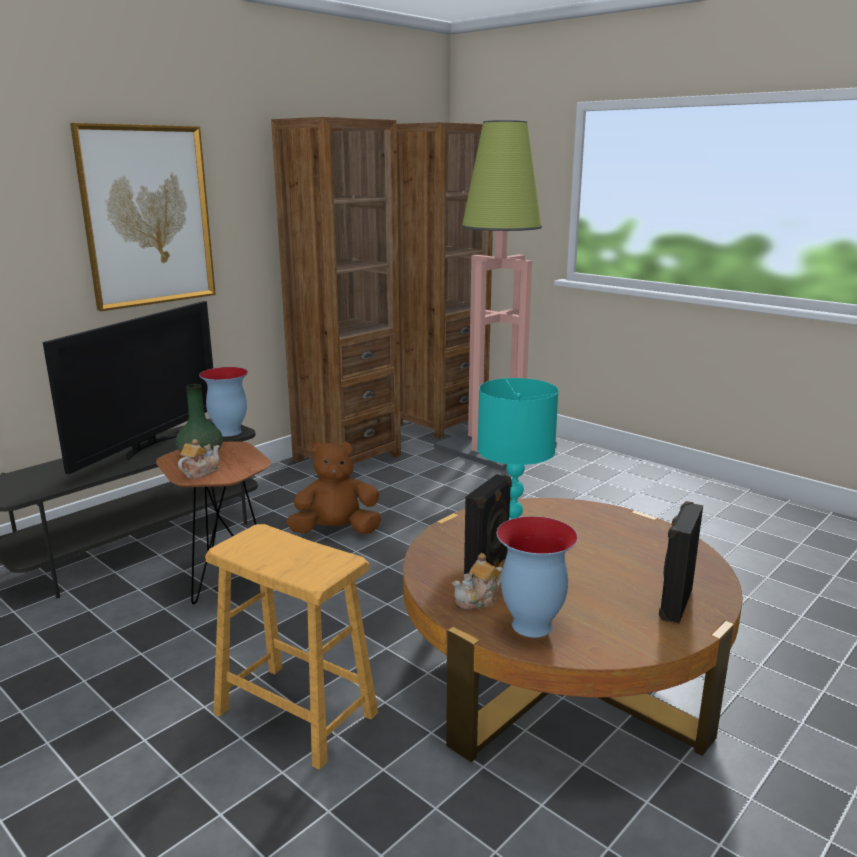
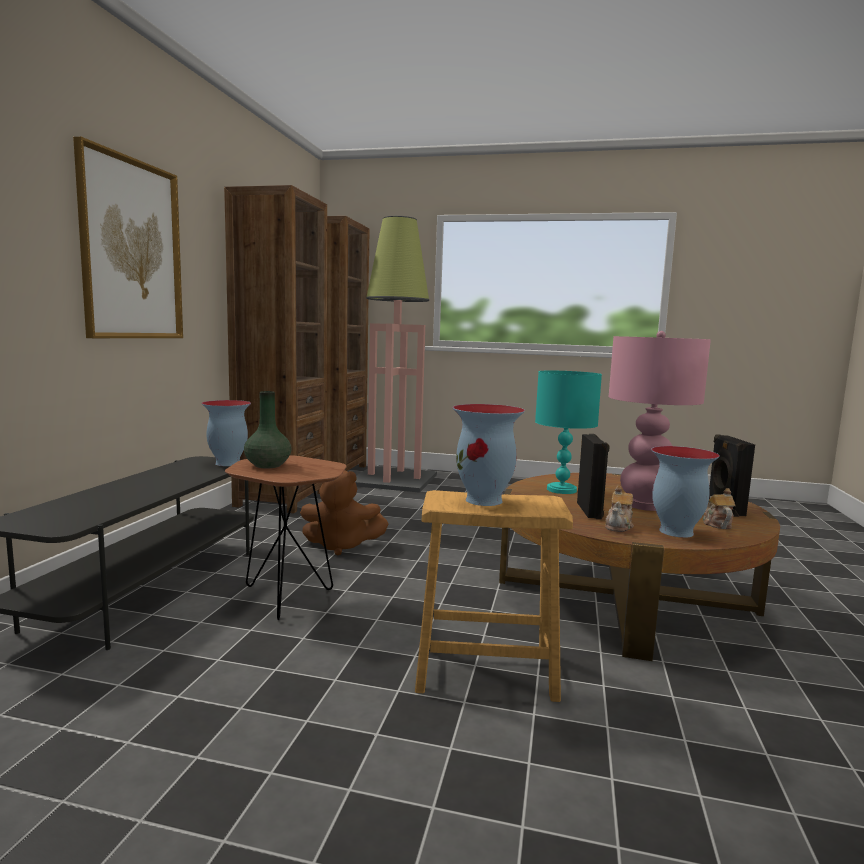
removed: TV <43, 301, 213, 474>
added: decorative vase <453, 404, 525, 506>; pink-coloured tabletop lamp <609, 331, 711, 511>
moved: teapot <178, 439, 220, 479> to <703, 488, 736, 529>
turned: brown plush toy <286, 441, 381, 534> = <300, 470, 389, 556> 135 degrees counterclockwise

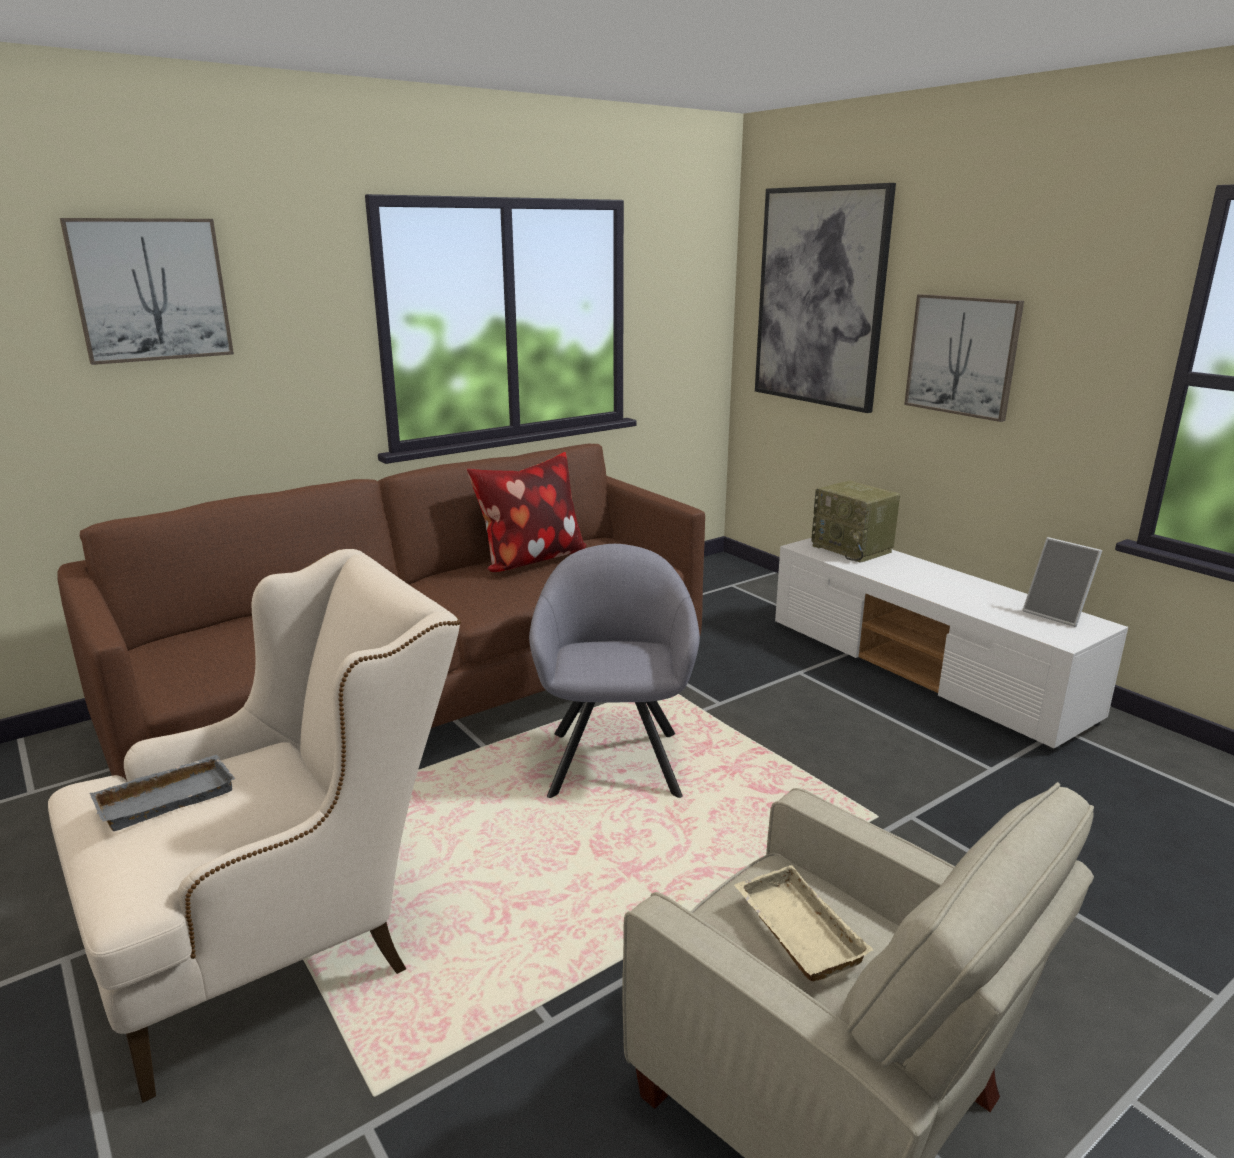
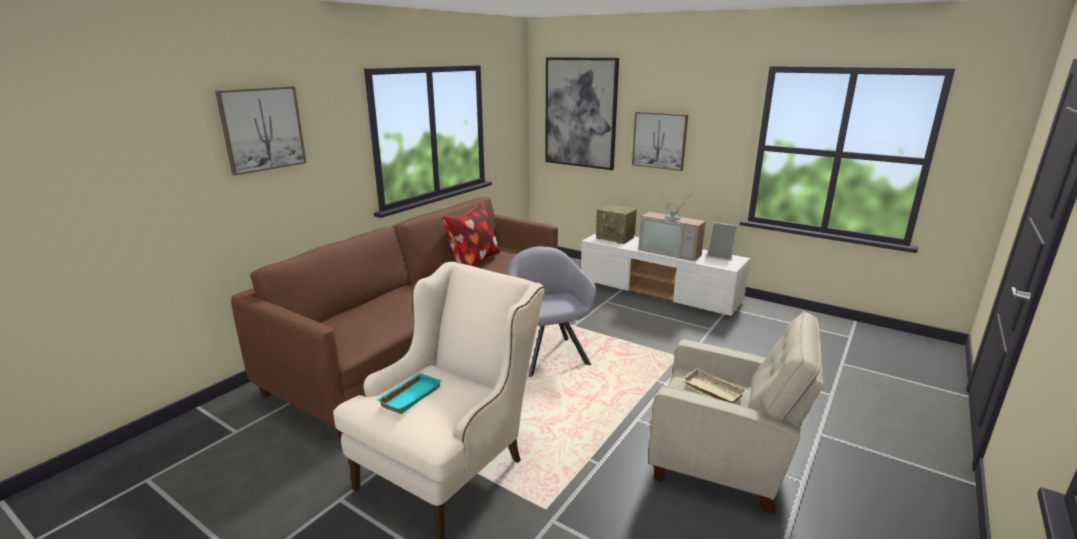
added: TV <639, 186, 705, 261>
recoloured: gray carrying tray <89, 755, 235, 831> to turquoise-coloured carrying tray <377, 373, 442, 414>

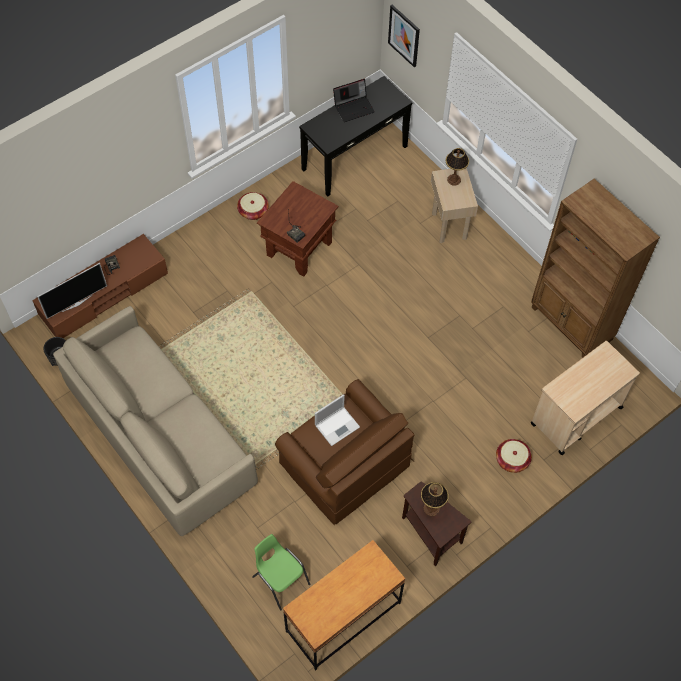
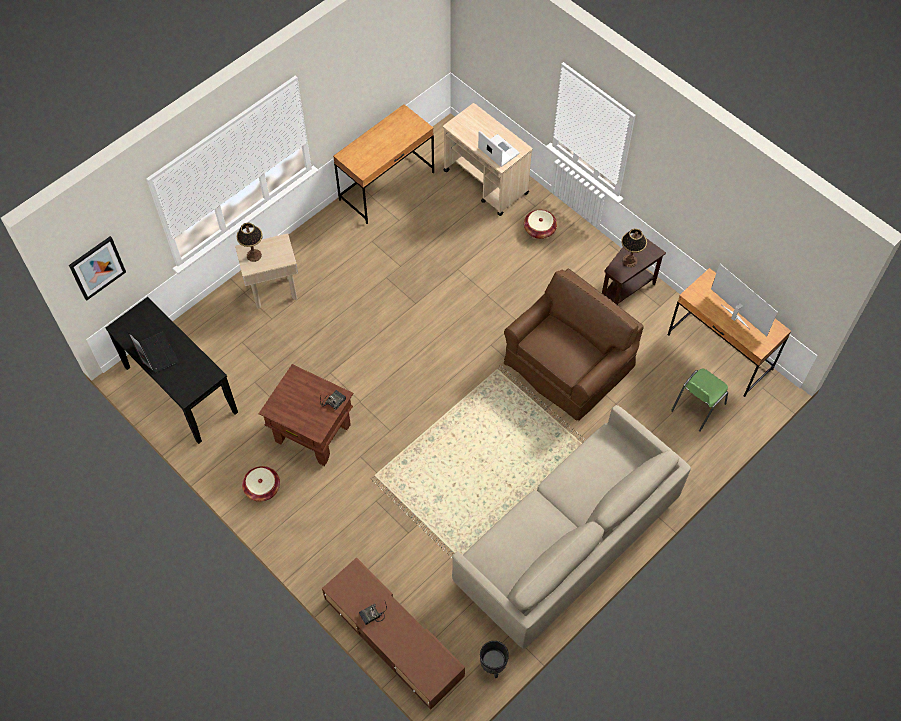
moved: laptop <315, 394, 360, 446> to <478, 131, 520, 167>; TV <37, 263, 107, 319> to <711, 264, 778, 337>
replaced: brown bookshelf <531, 179, 660, 358> to brown desk <333, 104, 434, 224>

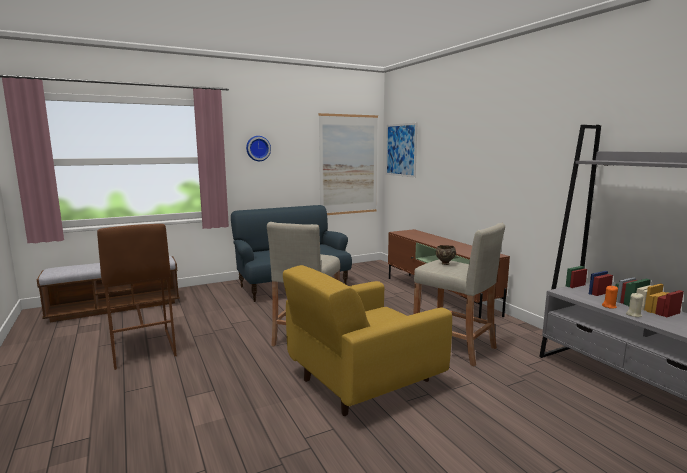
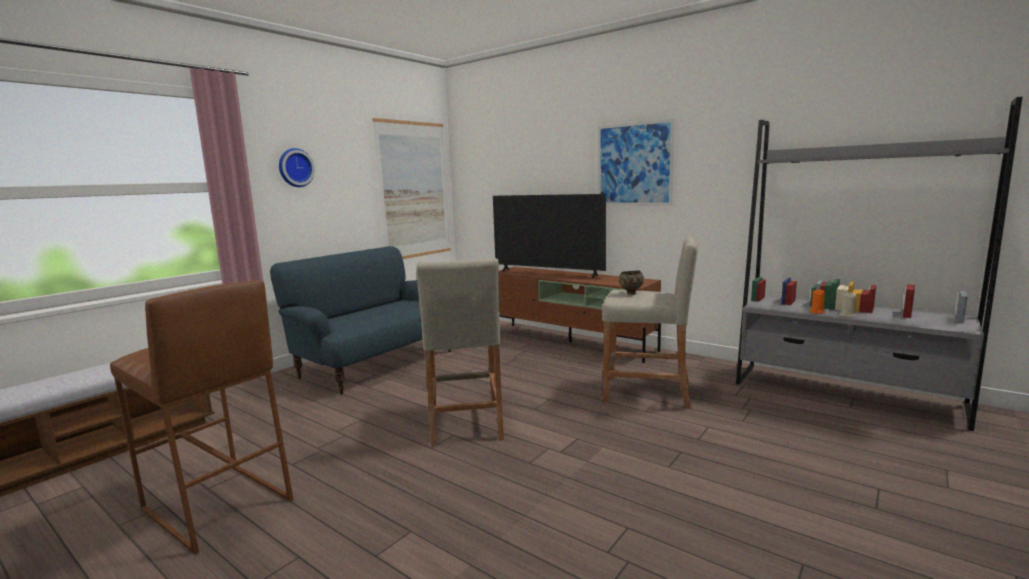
removed: yellow armchair <283, 265, 452, 416>
added: TV <493, 194, 606, 278>
moved: wall picture <386, 123, 417, 178> to <598, 118, 675, 206>

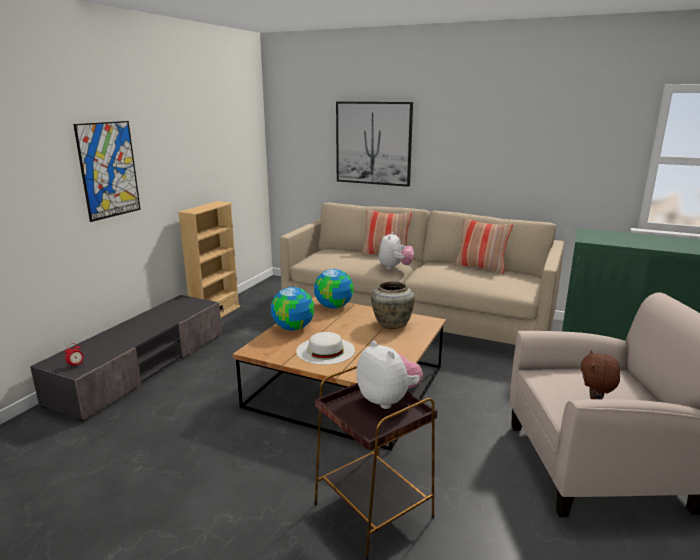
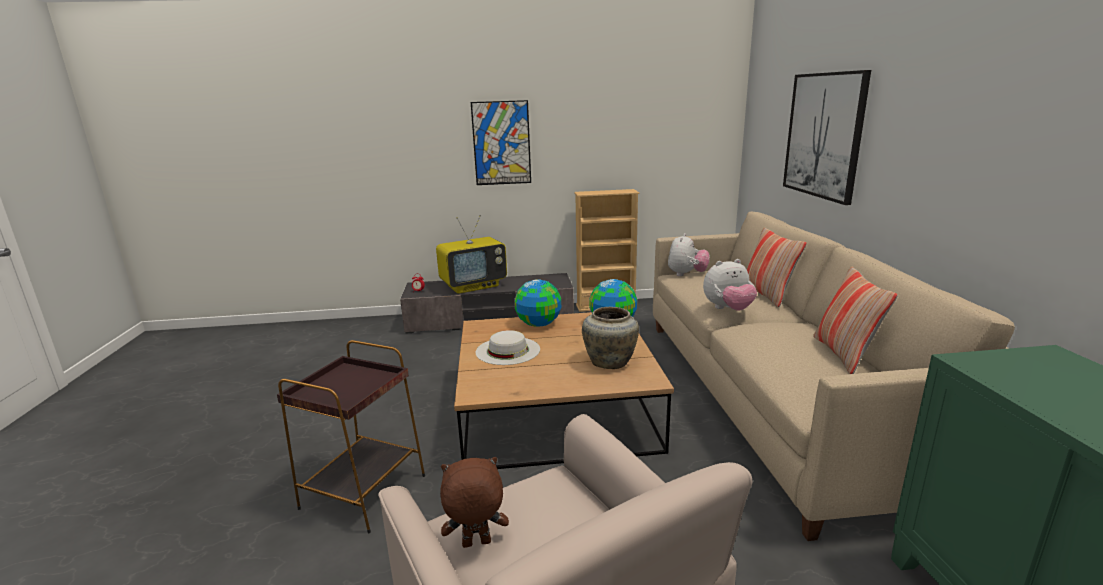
added: TV <436, 215, 507, 294>
moved: plush toy <356, 341, 423, 409> to <668, 233, 710, 276>

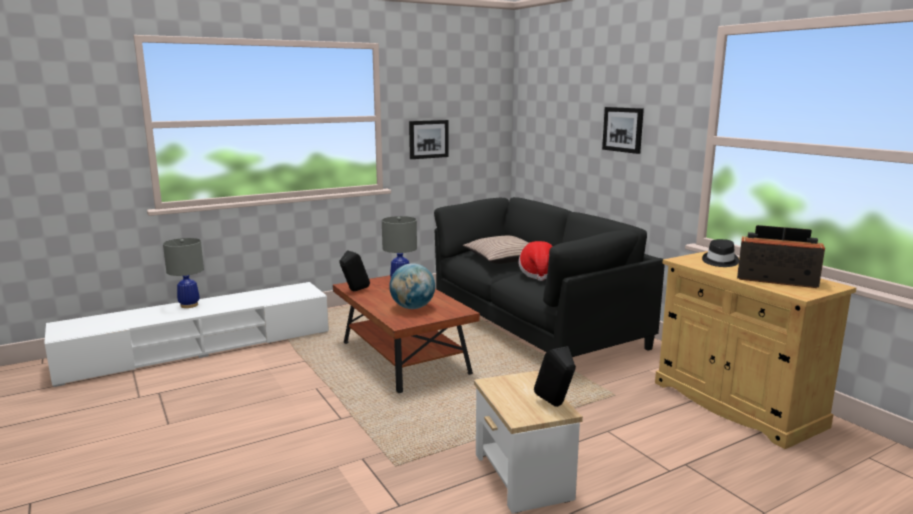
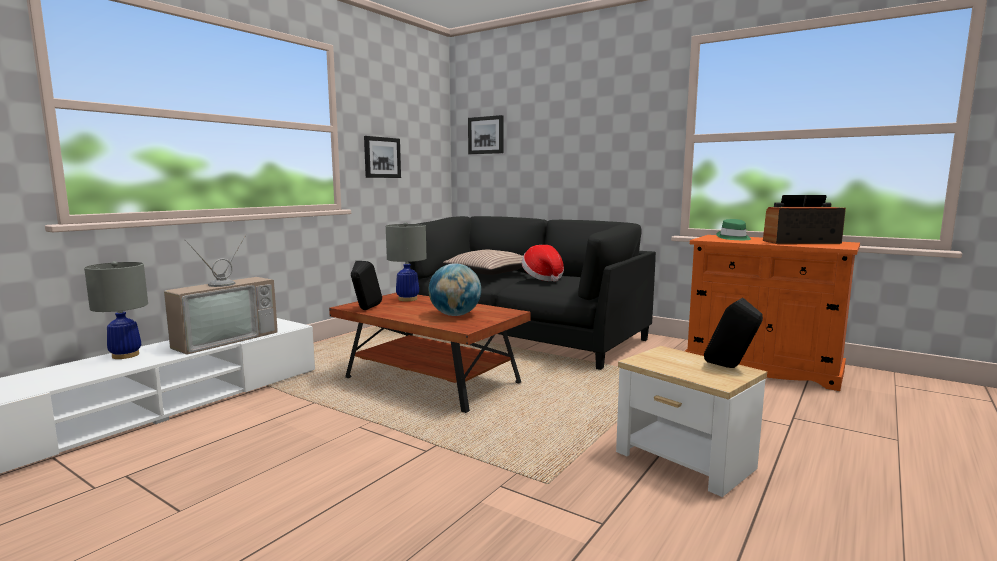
added: TV <164, 235, 278, 354>
moved: wall picture <602, 107, 644, 154> to <468, 115, 503, 154>
recoloured: beige-coloured cupboard <655, 251, 856, 449> to orange cupboard <685, 235, 860, 391>; black hat <702, 239, 739, 267> to green hat <717, 219, 751, 240>

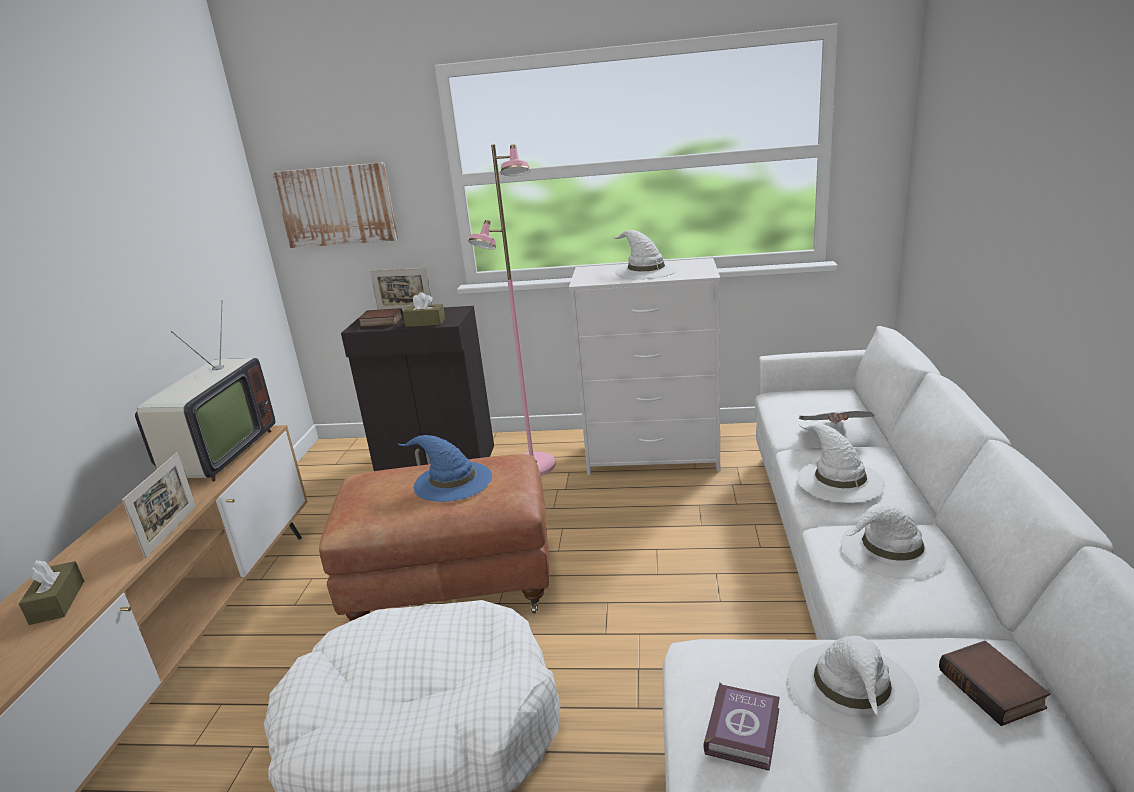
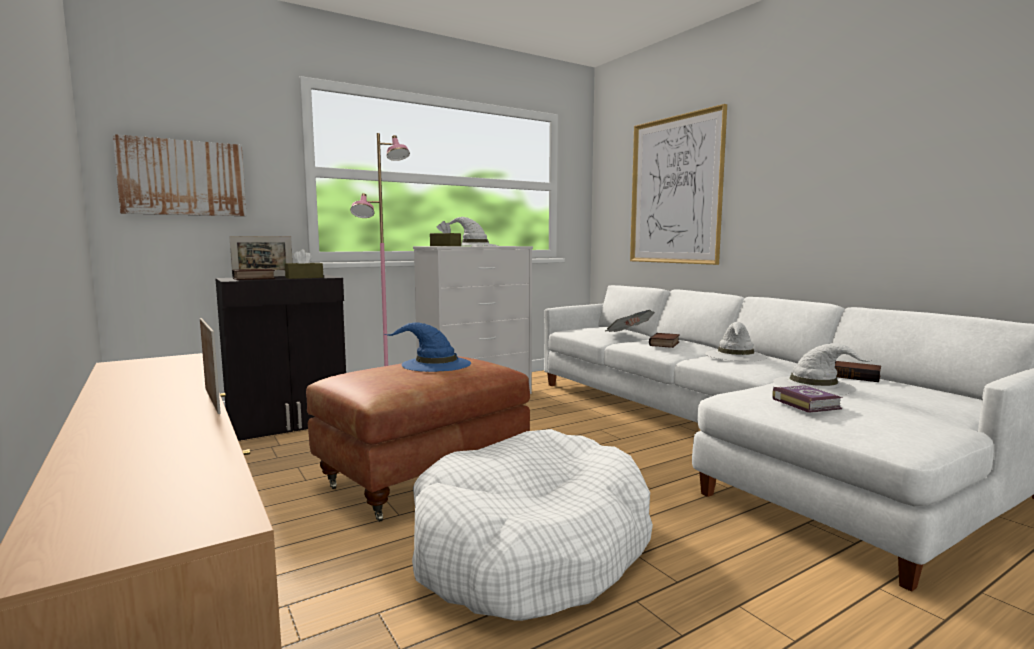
removed: TV <135, 301, 275, 482>
added: wall picture <630, 104, 727, 265>
moved: brown box of tissues <19, 560, 84, 625> to <430, 221, 461, 246>
replaced: white hat <797, 424, 885, 503> to bound book <649, 333, 680, 348>

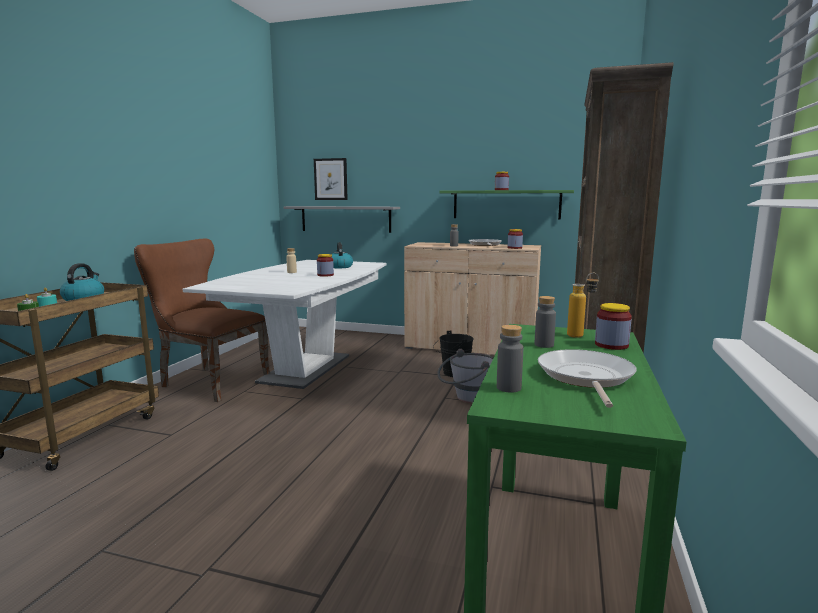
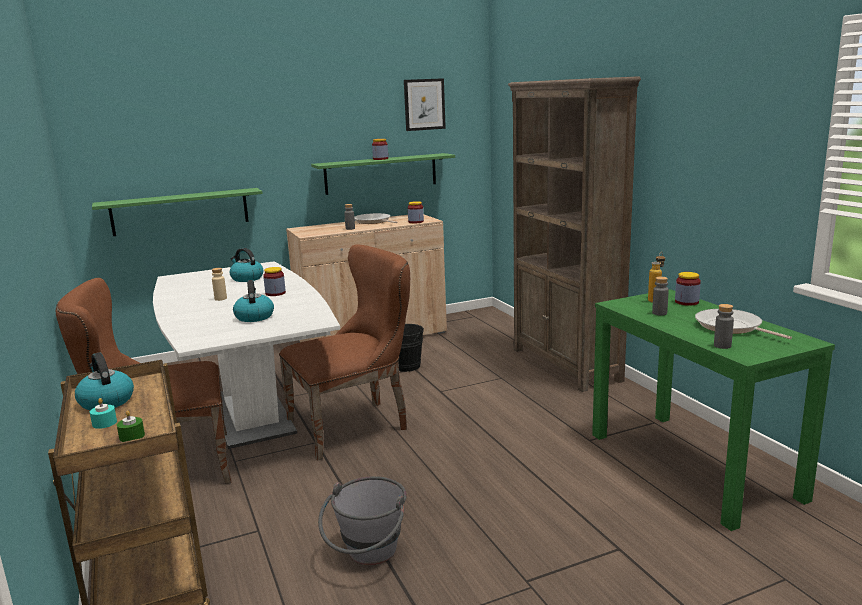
added: water kettle <233, 280, 274, 322>; brown upright chair <279, 245, 410, 461>
moved: gray bucket <437, 349, 494, 403> to <318, 476, 407, 565>; wall picture <314, 158, 348, 200> to <404, 78, 446, 131>
recoloured: gray shelf <284, 206, 400, 233> to green shelf <92, 188, 263, 236>

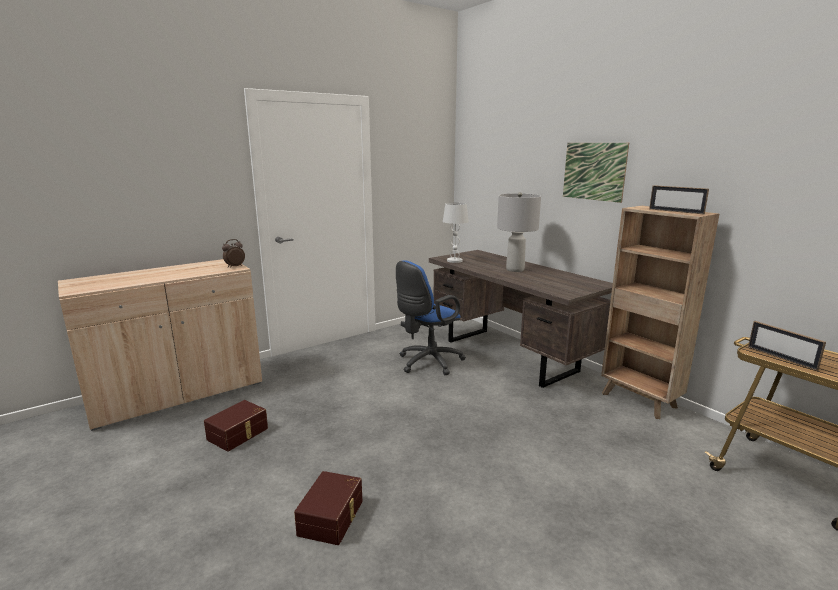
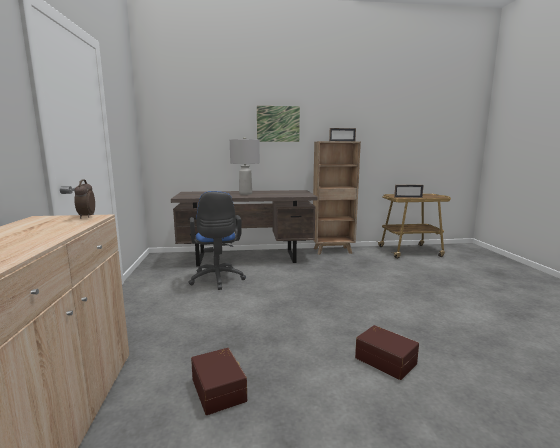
removed: white tabletop lamp <443, 202, 469, 263>

